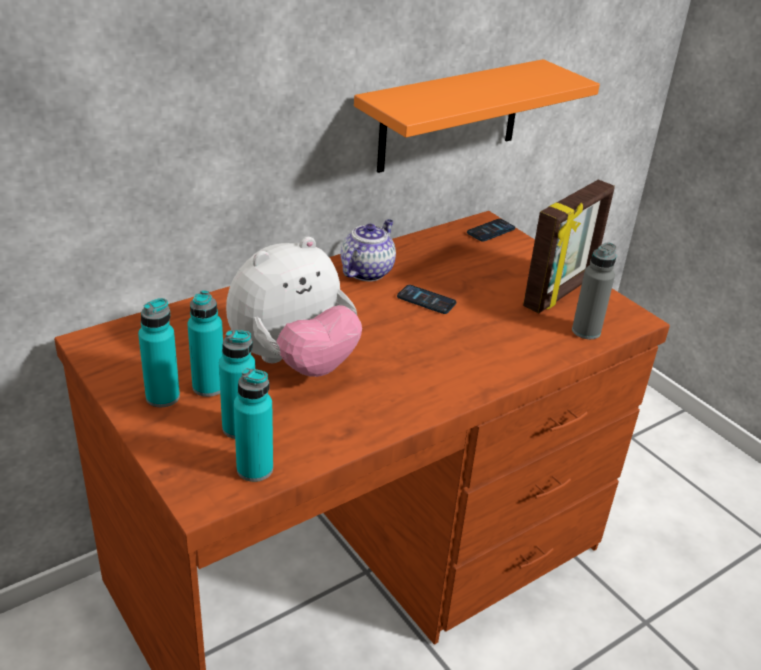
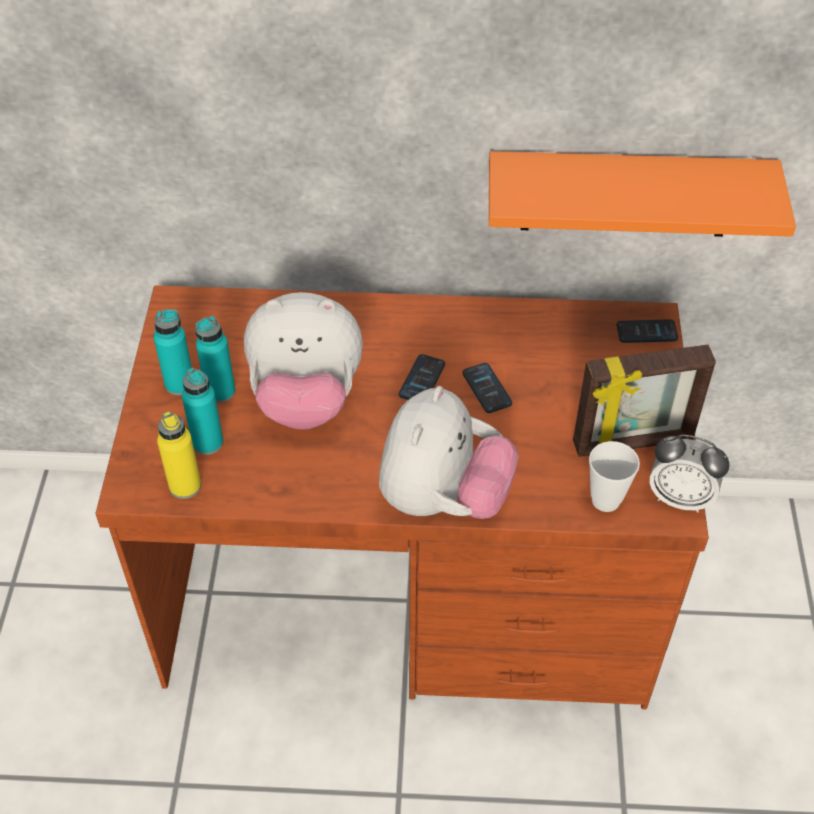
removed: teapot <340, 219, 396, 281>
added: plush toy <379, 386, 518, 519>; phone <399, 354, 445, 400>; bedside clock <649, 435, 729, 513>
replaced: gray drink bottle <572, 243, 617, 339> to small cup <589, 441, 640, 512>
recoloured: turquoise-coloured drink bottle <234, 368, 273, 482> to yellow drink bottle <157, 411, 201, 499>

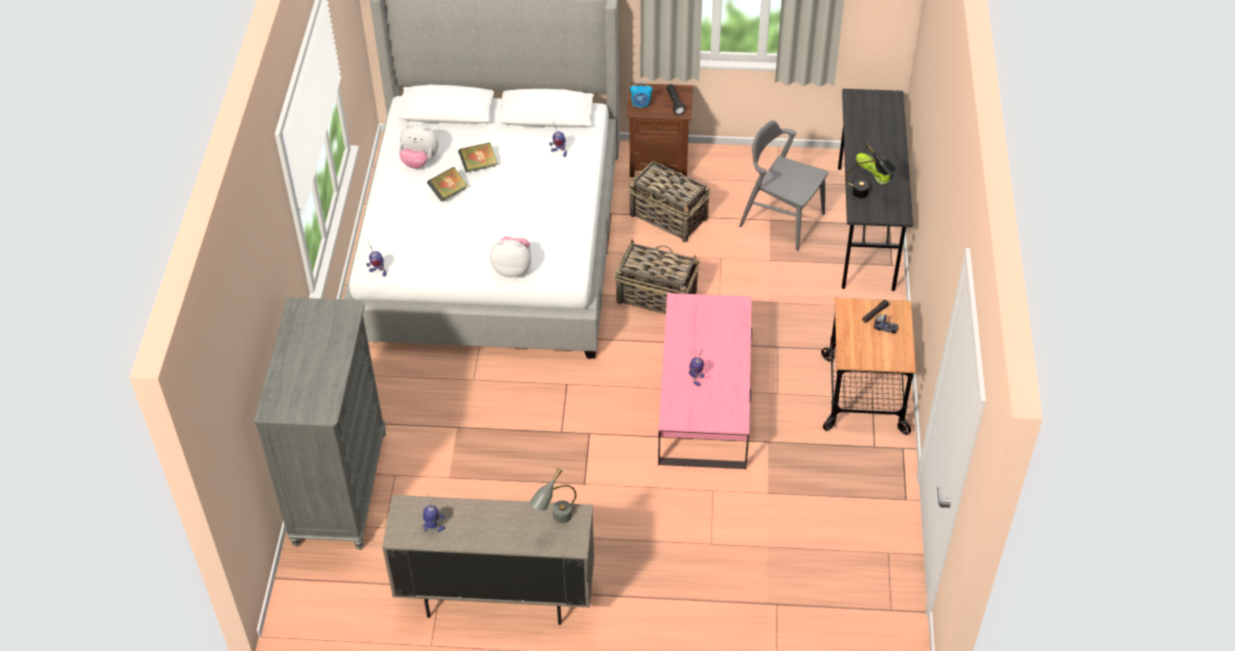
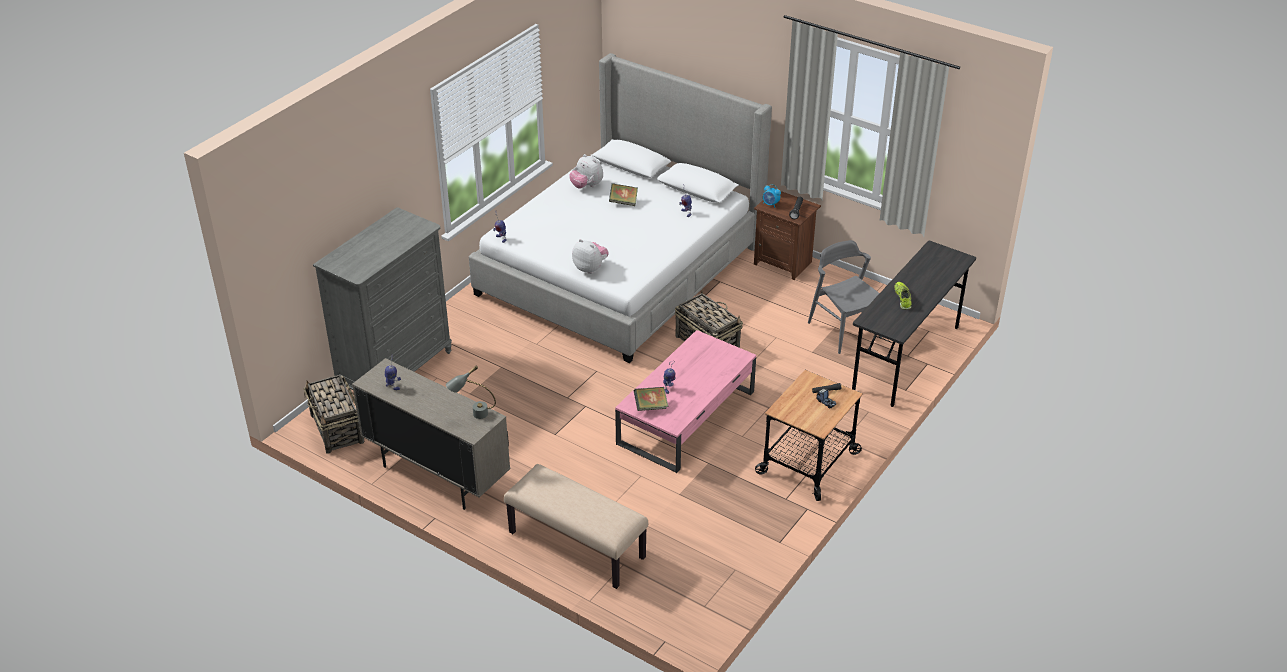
removed: black tabletop lamp <846, 143, 897, 198>
added: beige-coloured long seat <504, 464, 648, 589>
moved: household basket <628, 161, 710, 242> to <303, 375, 364, 454>; bound book <427, 167, 468, 202> to <634, 387, 668, 411>

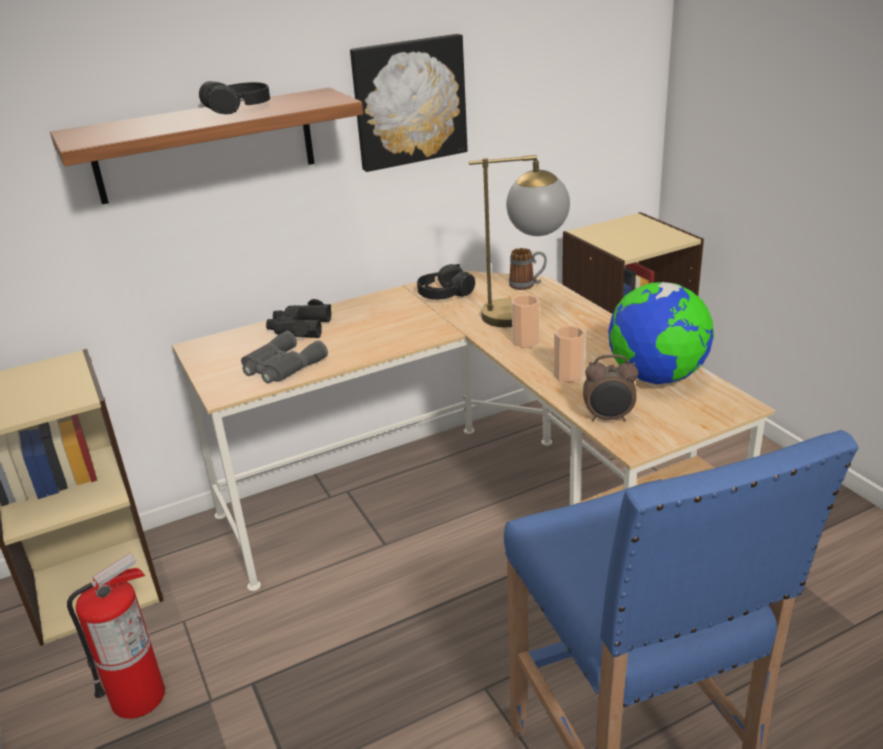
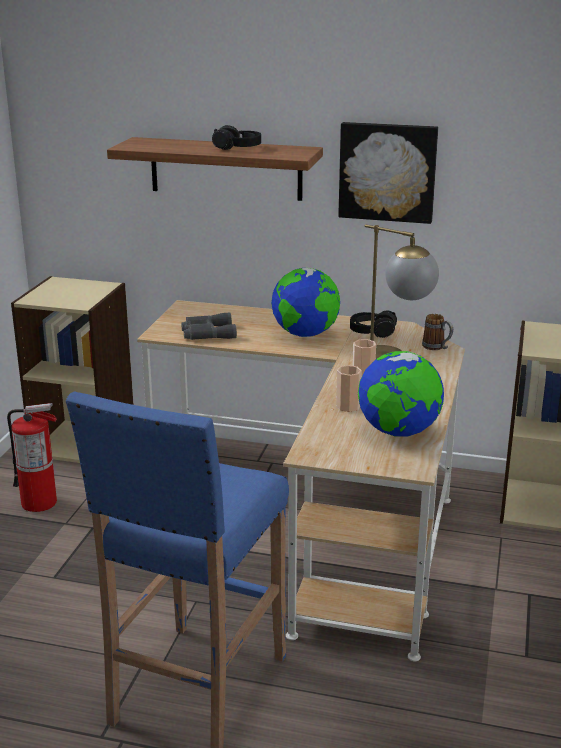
removed: black binoculars <266, 299, 331, 338>; bedside clock <583, 354, 638, 422>
added: globe <271, 268, 340, 337>

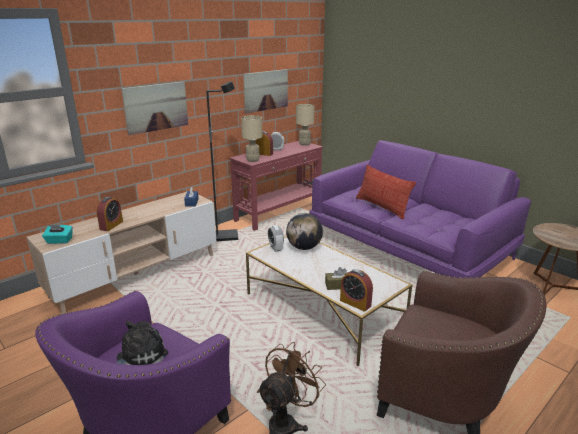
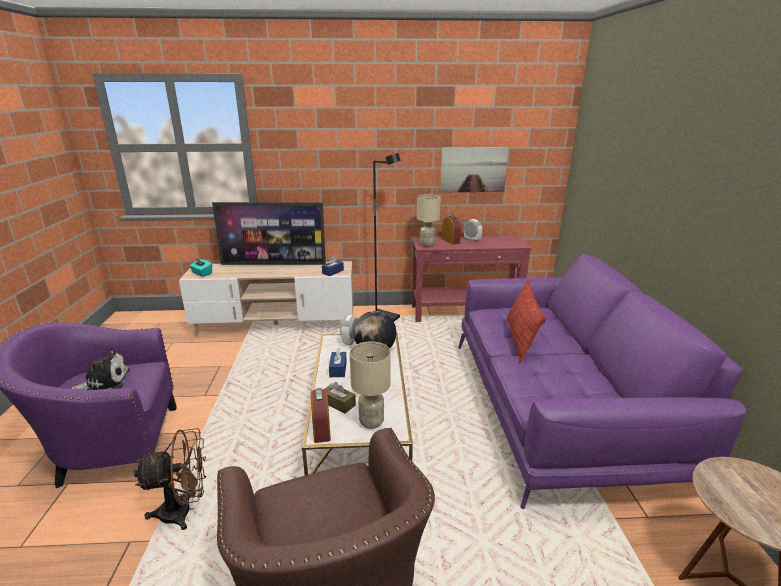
removed: bedside clock <97, 197, 123, 231>; wall picture <121, 82, 188, 135>
added: TV <212, 202, 326, 265>; blue-coloured box of tissues <329, 348, 347, 377>
moved: beige-coloured tabletop lamp <296, 104, 315, 146> to <350, 341, 391, 429>

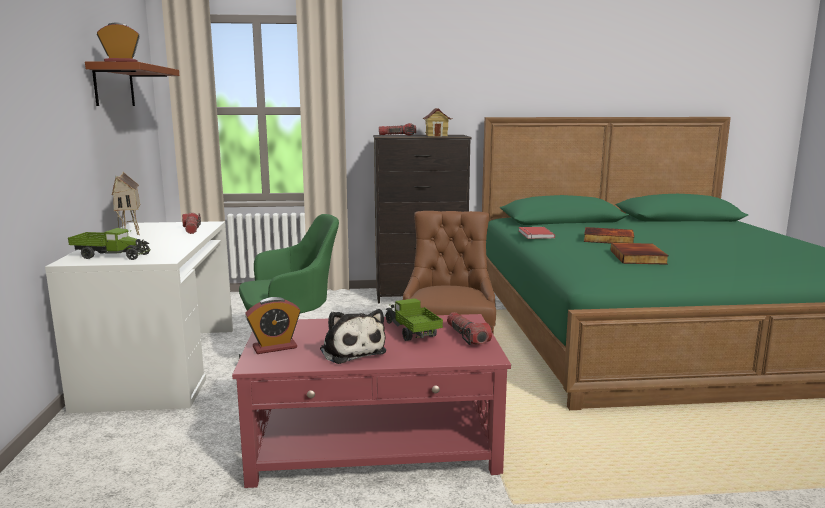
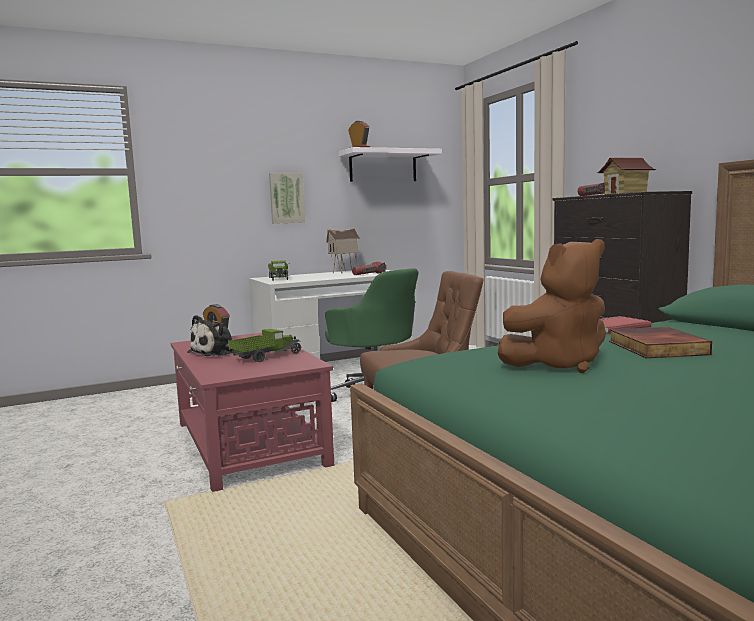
removed: torch <447, 312, 492, 345>
added: wall picture <269, 173, 305, 224>
replaced: bound book <610, 243, 669, 265> to brown plush toy <498, 239, 606, 373>
recoloured: brown shelf <85, 61, 179, 106> to white shelf <339, 147, 442, 182>

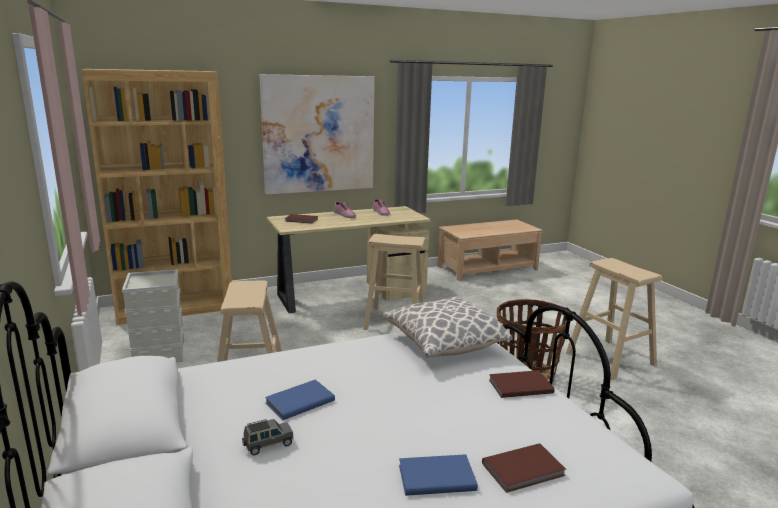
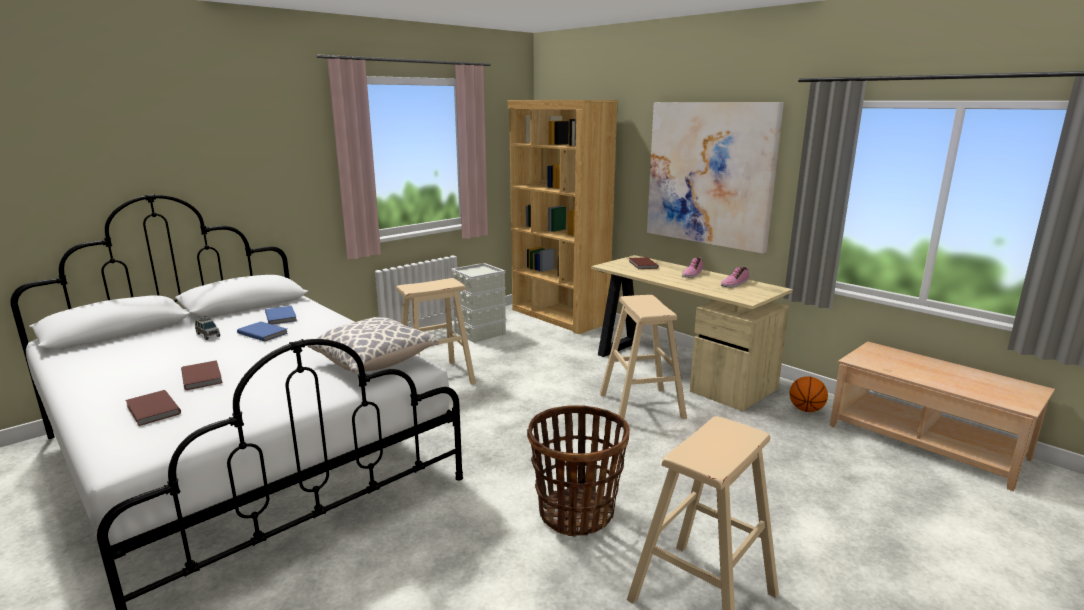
added: ball for basketball <789, 376, 828, 412>
moved: brown bound book <489, 370, 554, 398> to <181, 360, 223, 390>; blue-coloured bound book <399, 454, 478, 496> to <265, 306, 297, 325>

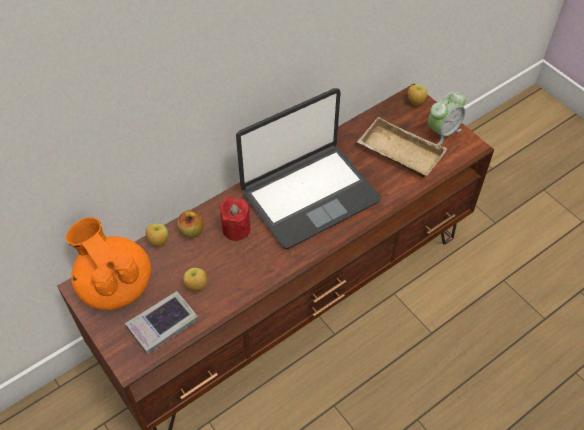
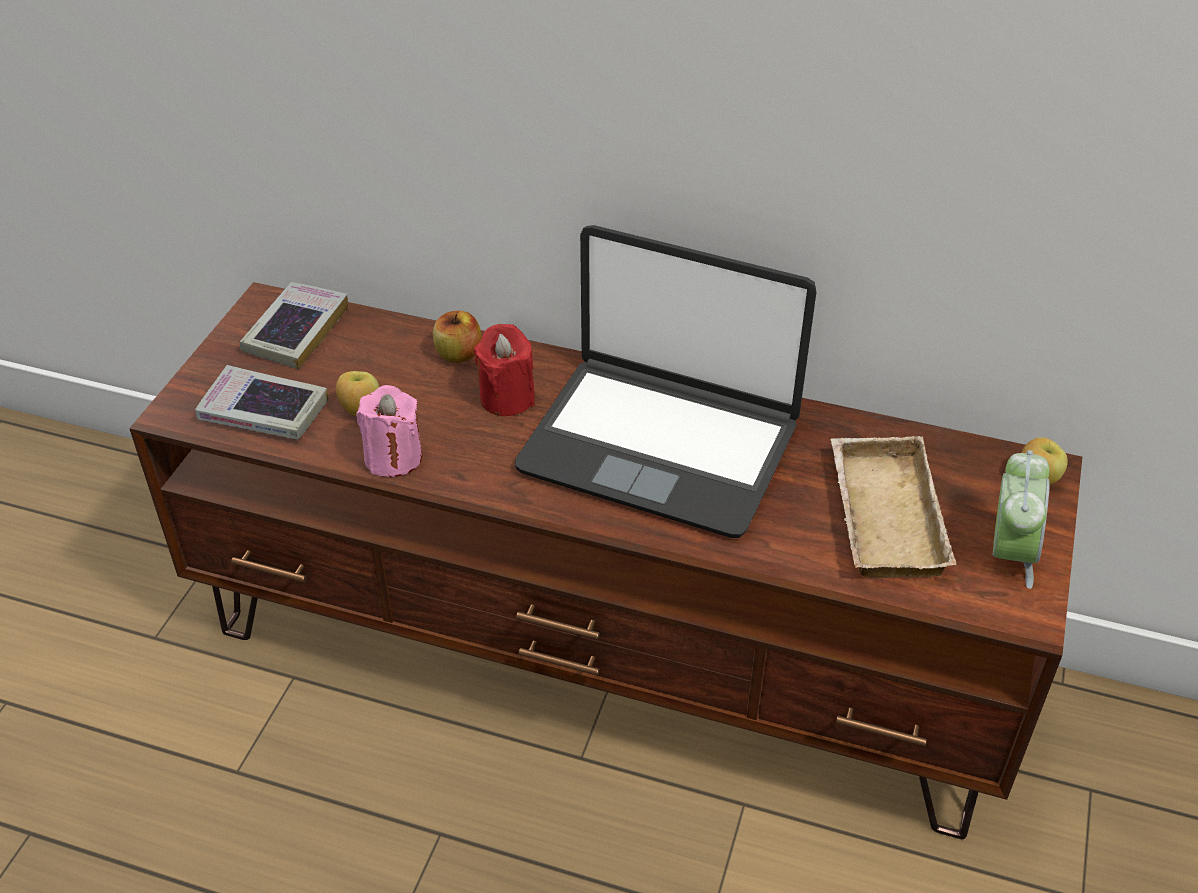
removed: apple fruit <146, 223, 168, 247>
added: pink-coloured wax light <356, 385, 422, 477>
replaced: orange teapot <66, 217, 151, 310> to bound book <240, 282, 348, 369>
turned: bedside clock <428, 92, 466, 145> = <993, 450, 1050, 589> 90 degrees counterclockwise

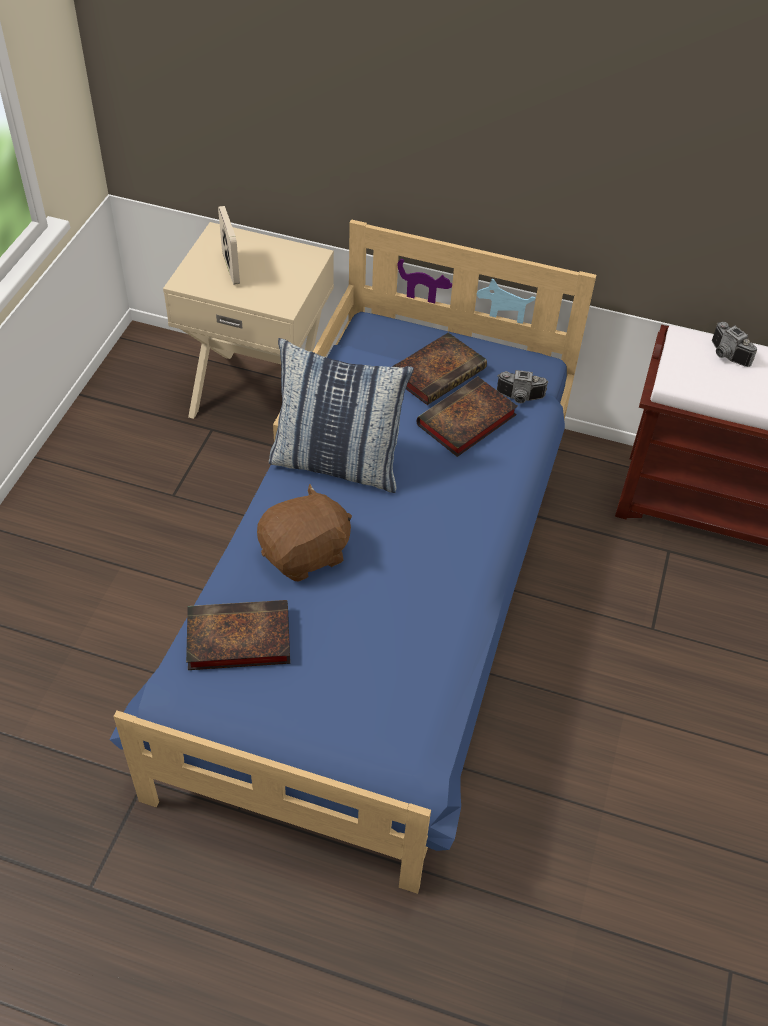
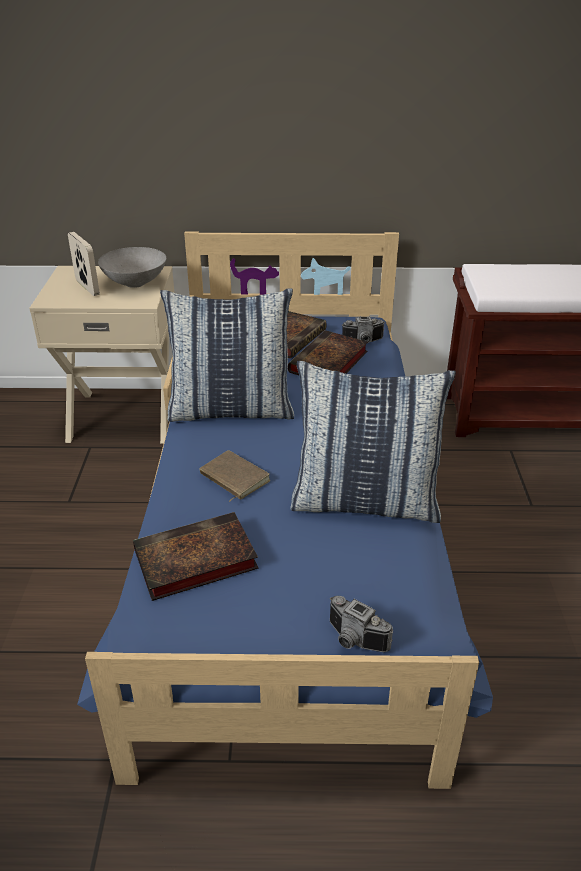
added: gray serving bowl <98, 247, 166, 288>; cushion <290, 361, 456, 523>
moved: photo camera <712, 322, 757, 367> to <330, 596, 393, 652>
replaced: brown plush toy <257, 484, 352, 582> to brown bound book <199, 450, 271, 502>

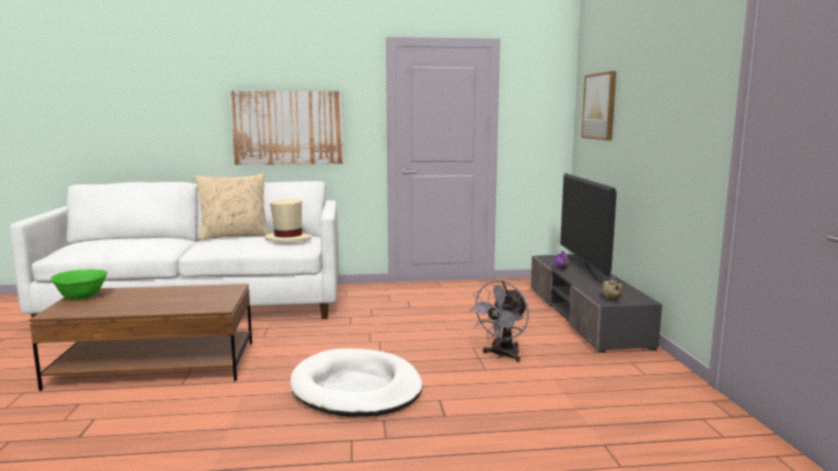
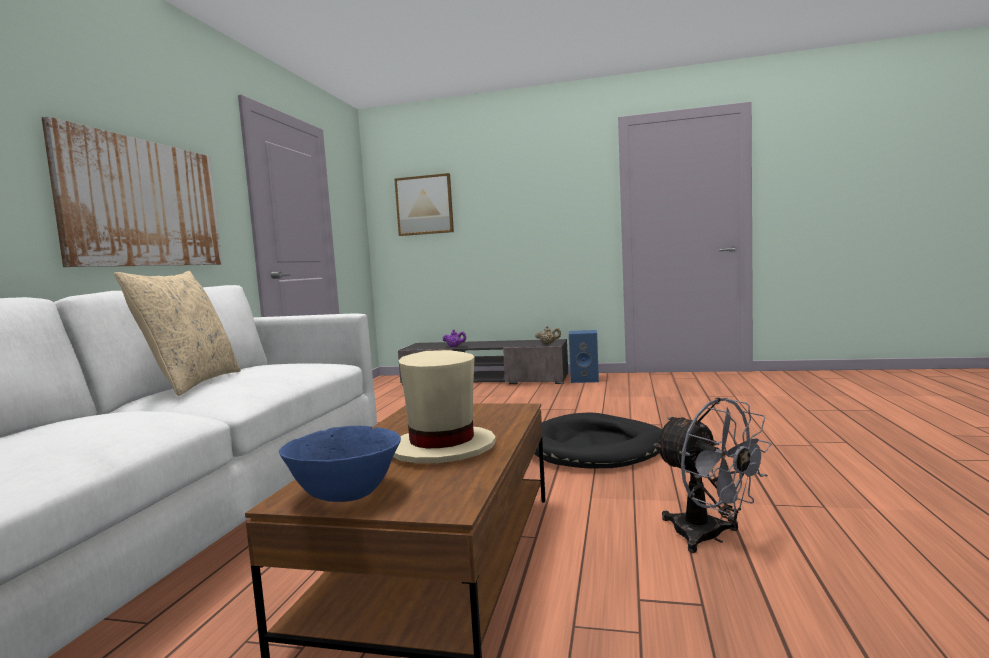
removed: TV <560, 173, 617, 281>
added: blue-coloured speaker <569, 330, 599, 383>
moved: beige-coloured hat <265, 199, 312, 242> to <393, 350, 496, 463>; gray electric fan <469, 280, 529, 362> to <653, 397, 772, 553>
recoloured: green serving bowl <51, 269, 108, 300> to blue-coloured serving bowl <279, 426, 401, 502>; white pet bed <290, 348, 423, 417> to black pet bed <534, 412, 662, 468>

